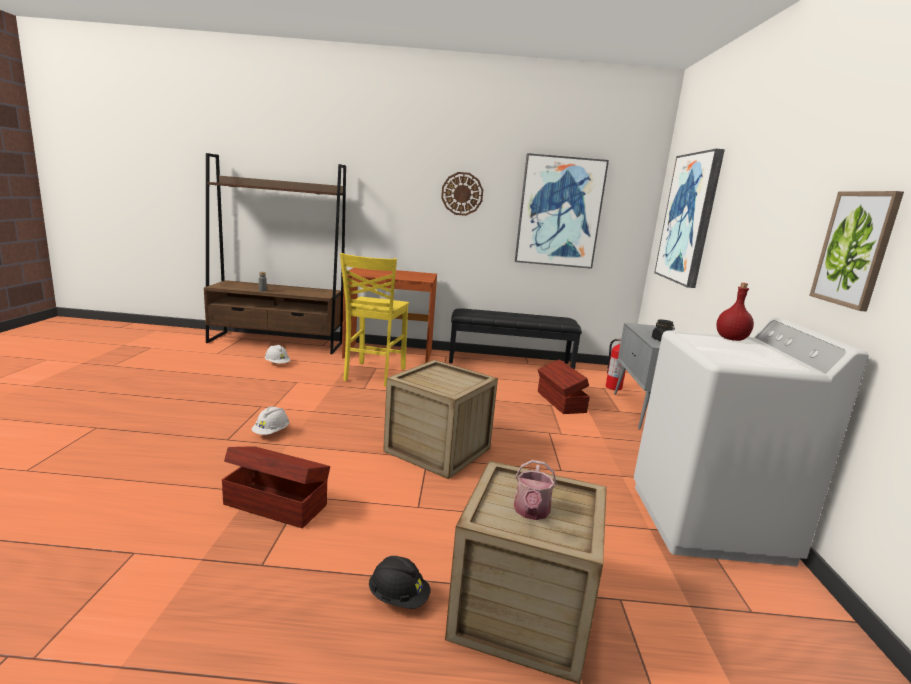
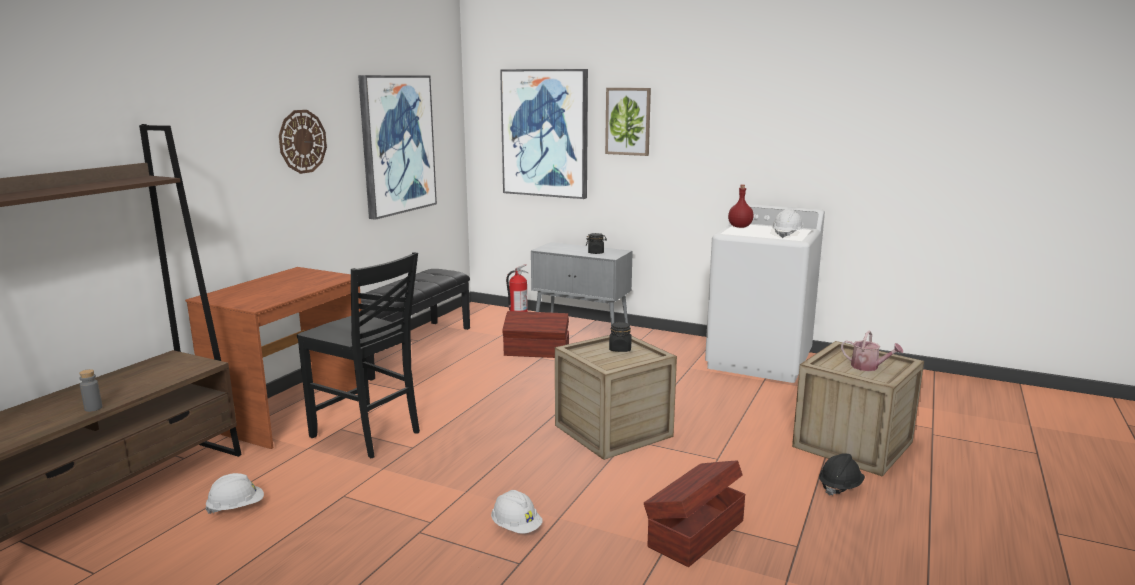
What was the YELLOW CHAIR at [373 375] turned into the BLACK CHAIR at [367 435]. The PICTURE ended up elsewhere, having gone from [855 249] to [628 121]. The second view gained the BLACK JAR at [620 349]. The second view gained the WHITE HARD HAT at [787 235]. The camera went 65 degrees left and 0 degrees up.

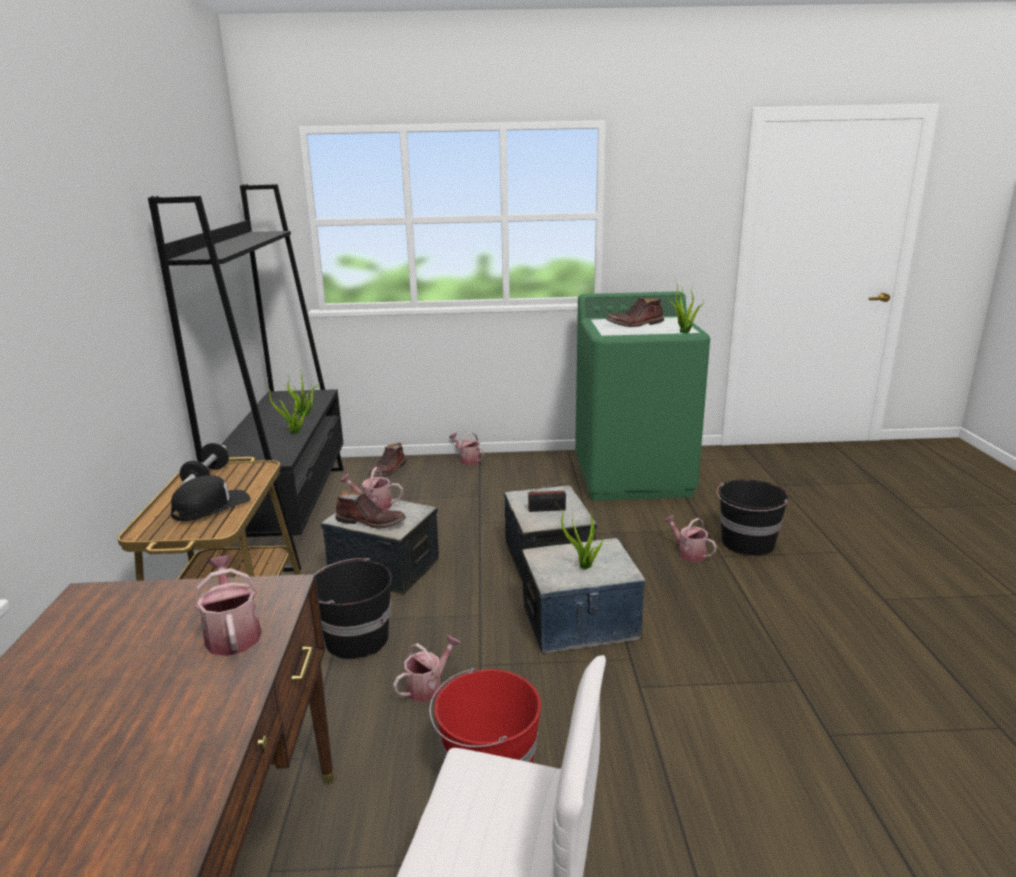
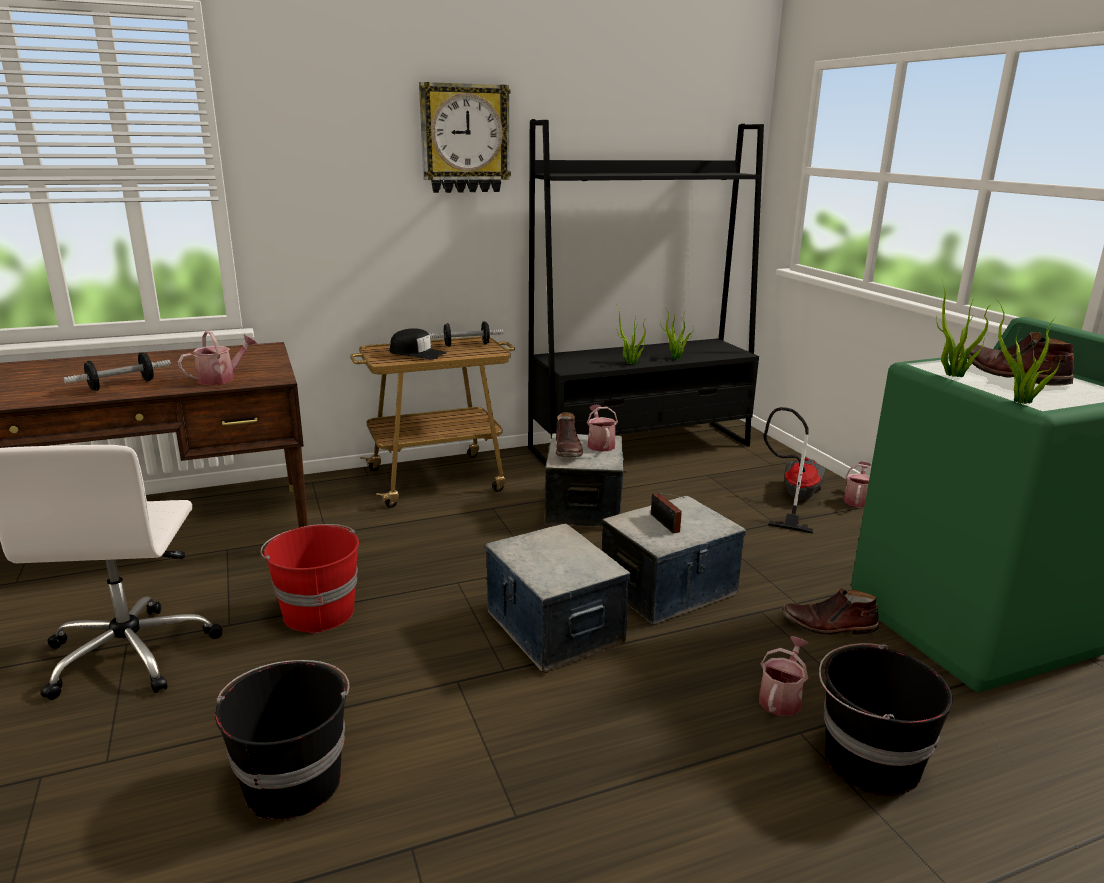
The second view gained the DUMBBELL at [121 385]. The BLACK BUCKET ended up elsewhere, having gone from [355 639] to [293 780]. The second view gained the WALL CLOCK at [464 139]. The second view gained the VACUUM CLEANER at [794 499]. The BROWN BOOT ended up elsewhere, having gone from [388 470] to [829 626]. The POTTED PLANT ended up elsewhere, having gone from [584 567] to [951 375]. The second view lost the WATERING CAN at [428 686]. The camera went 70 degrees right and 0 degrees up.

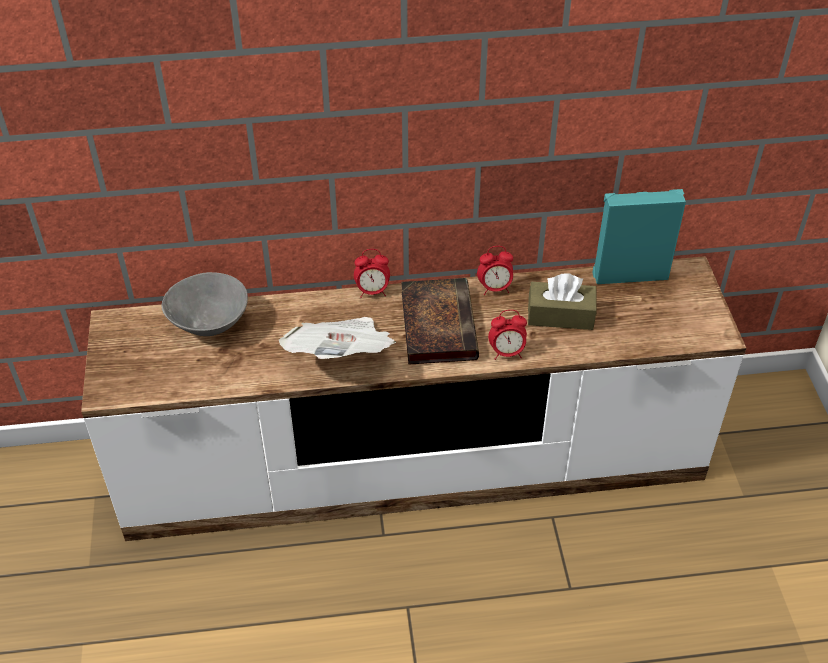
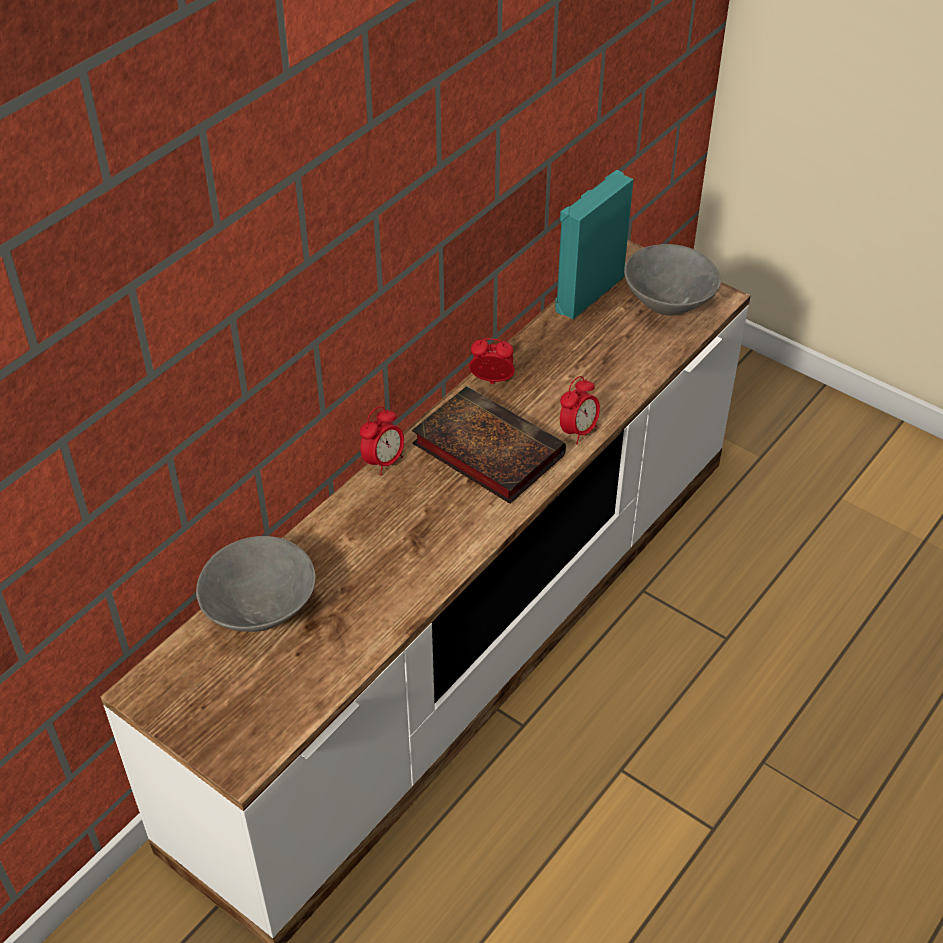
The ALARM CLOCK at [494 288] ended up facing another way, 120 degrees counterclockwise from before. The second view gained the GREY BOWL at [668 305]. The second view lost the NEWSPAPER at [341 357]. The second view lost the BROWN TISSUE BOX at [560 315]. The camera went 45 degrees left and 0 degrees up.

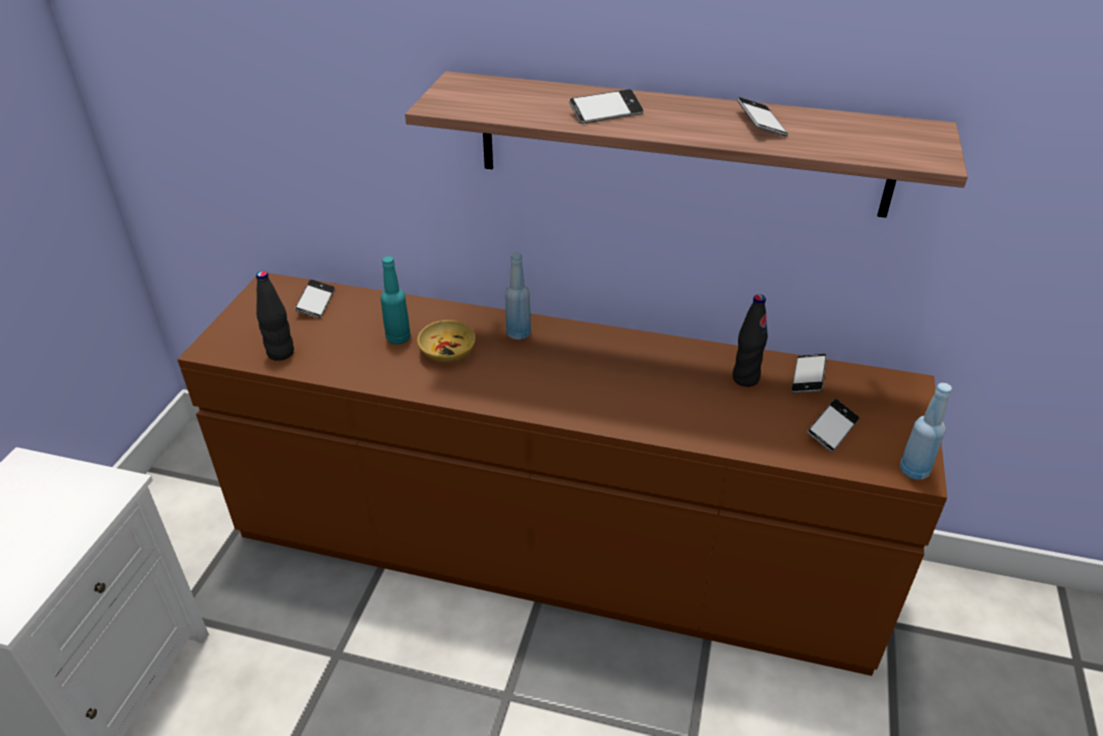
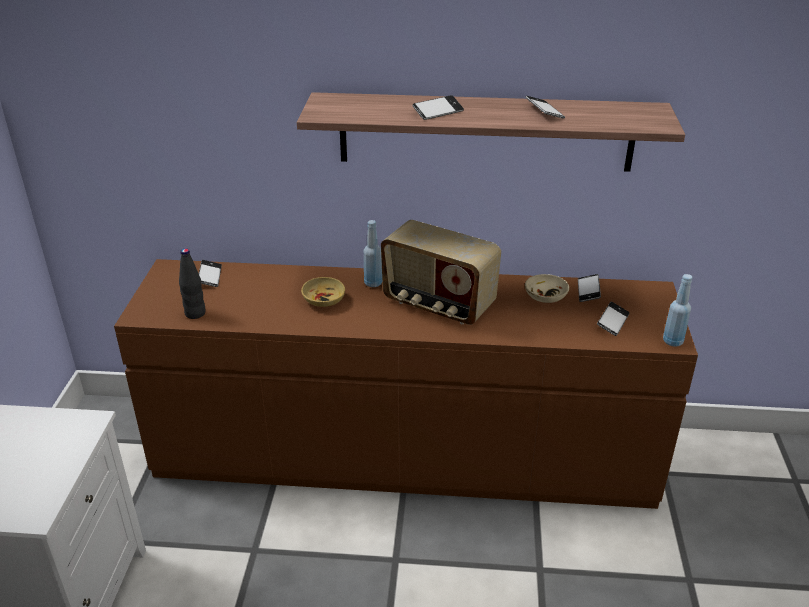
The second view gained the RADIO at [438 304]. Where the BLACK BOTTLE stood at [745 378], the BEIGE BOWL came to stand at [545 296]. The second view lost the TURQUOISE BOTTLE at [398 338]. The camera went 10 degrees left and 5 degrees down.

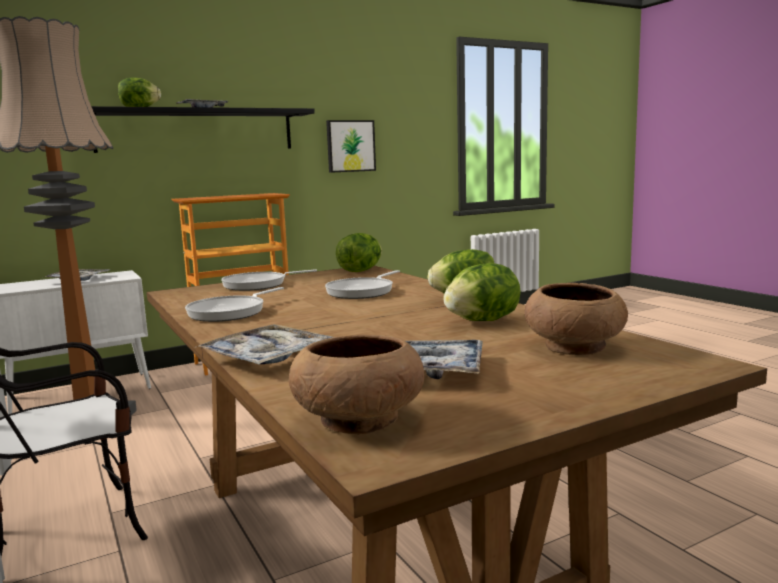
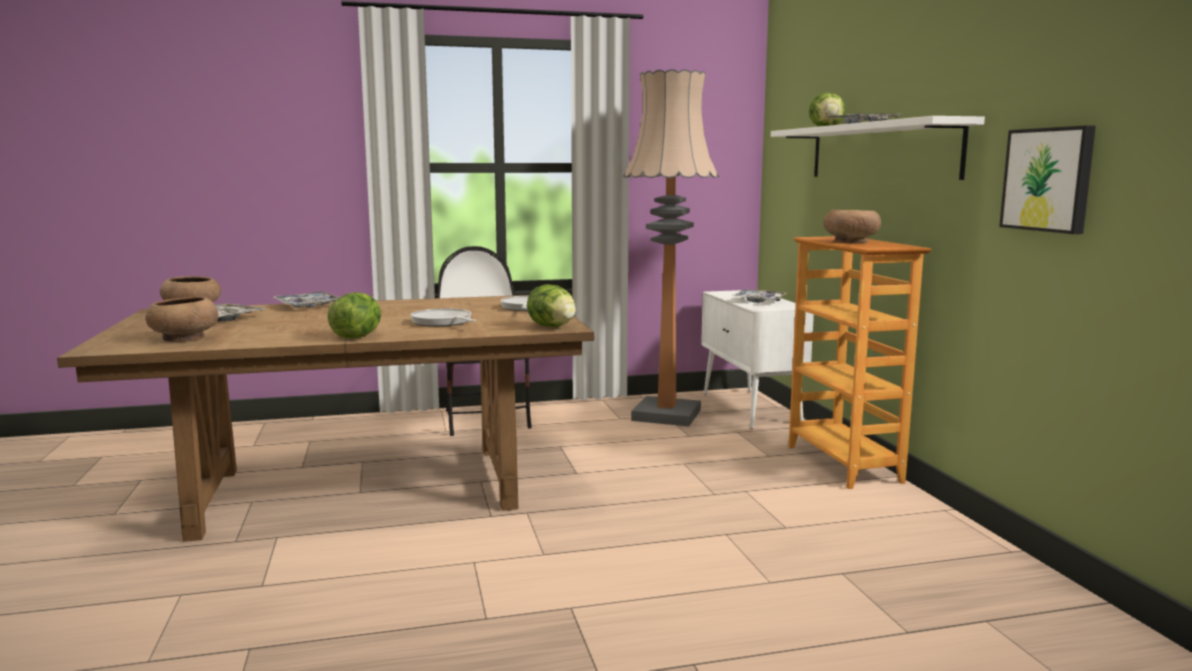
What was the BLACK SHELF at [197 130] turned into the WHITE SHELF at [880 151]. The second view gained the BROWN BOWL at [850 242]. The second view lost the FRYING PAN at [230 312]. The second view lost the LETTUCE at [482 321]. The camera went 105 degrees right and 0 degrees up.

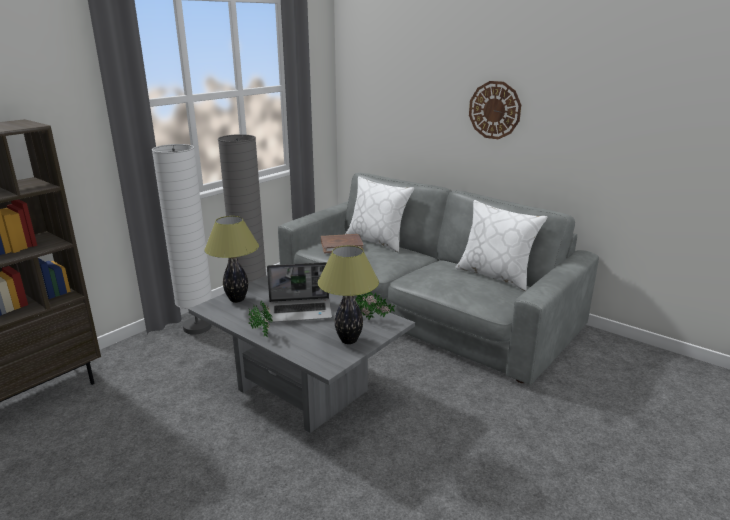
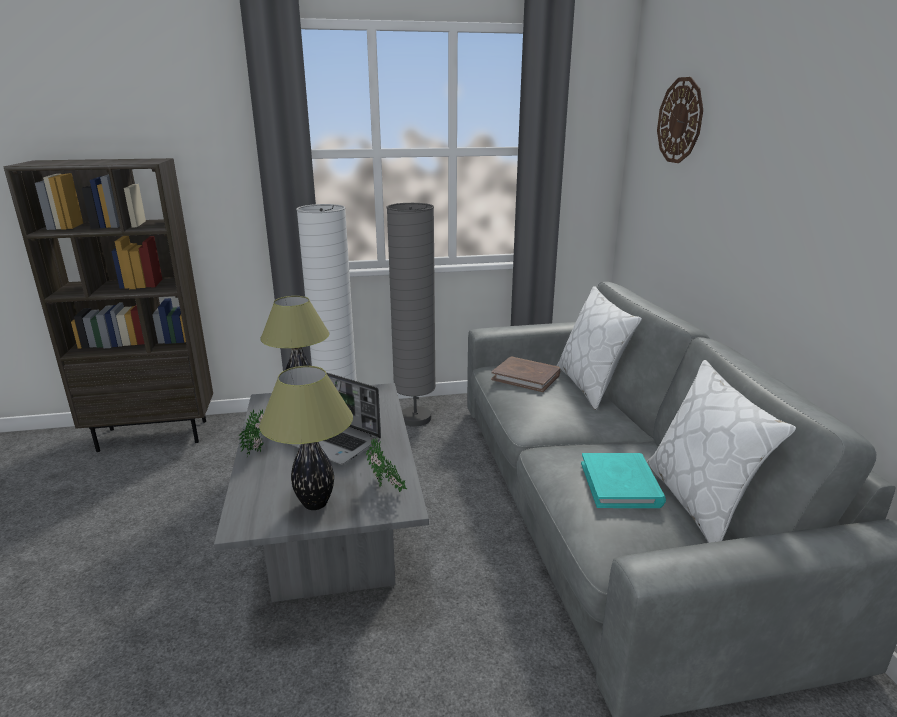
The second view gained the TURQUOISE BOOK at [621 484]. The WALL CLOCK ended up elsewhere, having gone from [494 110] to [680 120]. The camera went 40 degrees right and 0 degrees up.

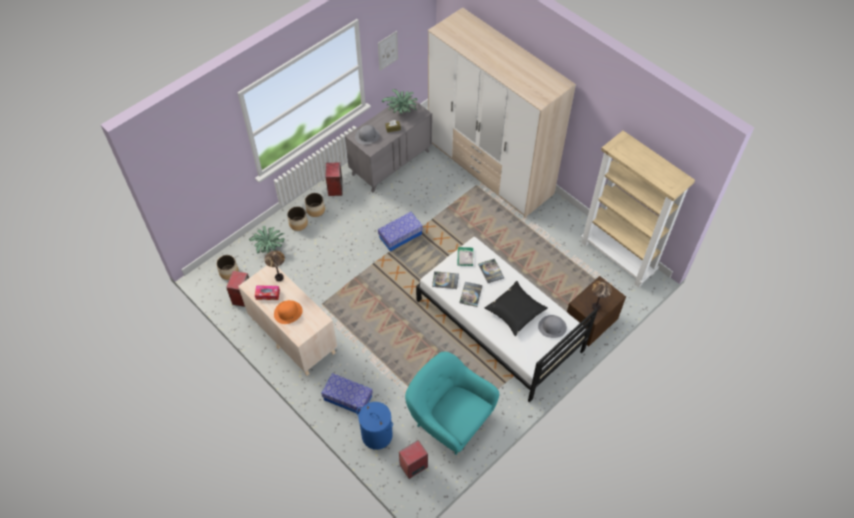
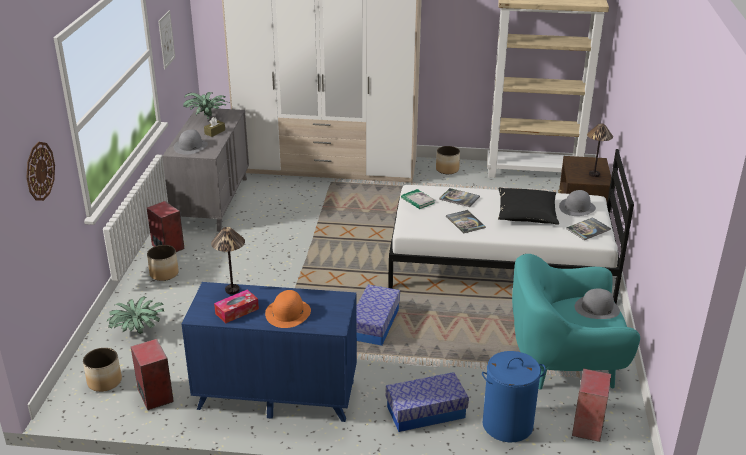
The second view gained the WALL CLOCK at [39 171]. What was the BEIGE DRESSER at [293 335] turned into the BLUE DRESSER at [276 394]. The STORAGE BOX ended up elsewhere, having gone from [400 236] to [374 324]. The PLANTER ended up elsewhere, having gone from [298 224] to [447 169]. The BOOK ended up elsewhere, having gone from [445 280] to [588 229]. The second view gained the GREY HAT at [596 308]. The camera went 40 degrees left and 25 degrees down.

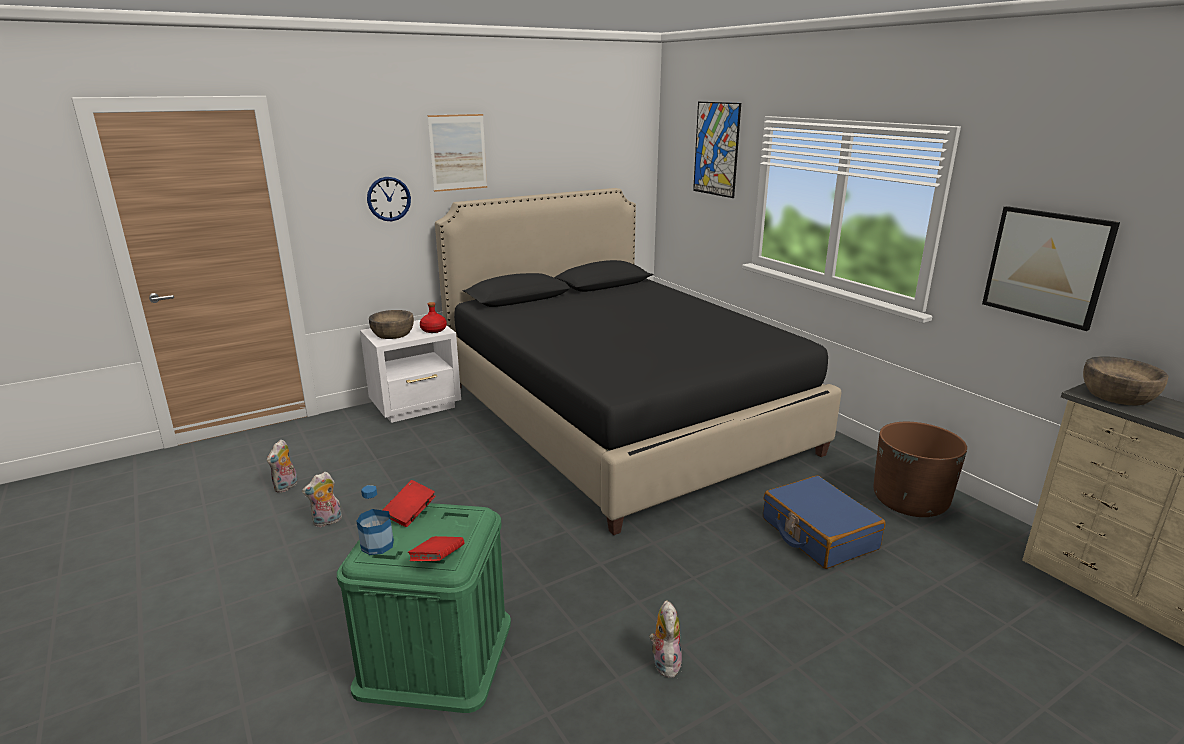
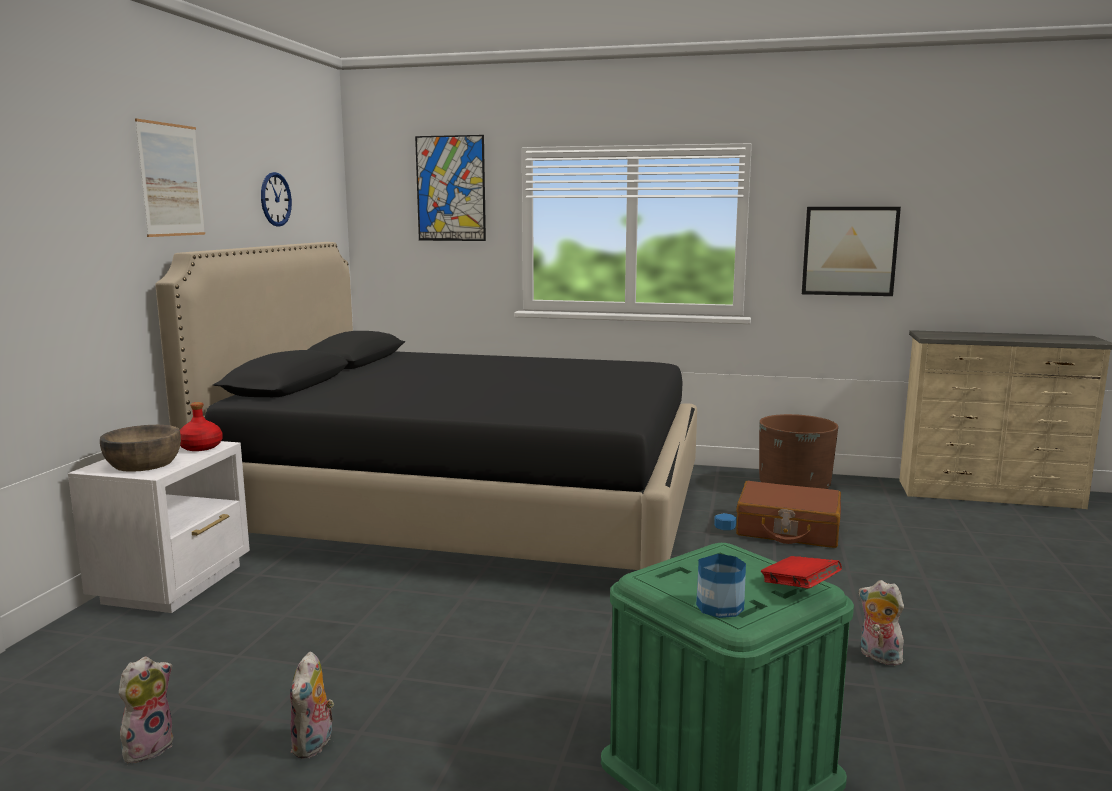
The PLUSH TOY at [286 487] ended up facing another way, 120 degrees counterclockwise from before. The WALL CLOCK ended up elsewhere, having gone from [389 199] to [275 199]. What was the BLUE SUITCASE at [818 534] turned into the BROWN SUITCASE at [787 529]. The second view lost the RED BOOK at [410 513]. The second view lost the BROWN BOWL at [1117 395]. The camera went 45 degrees left and 10 degrees down.

